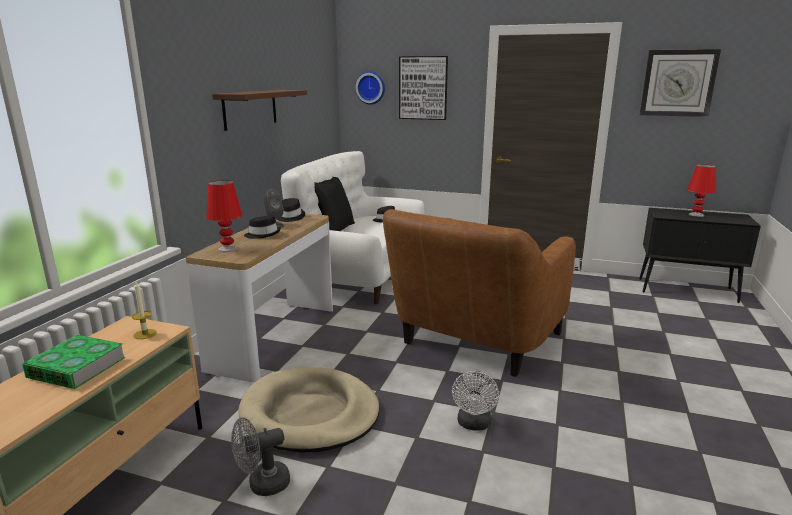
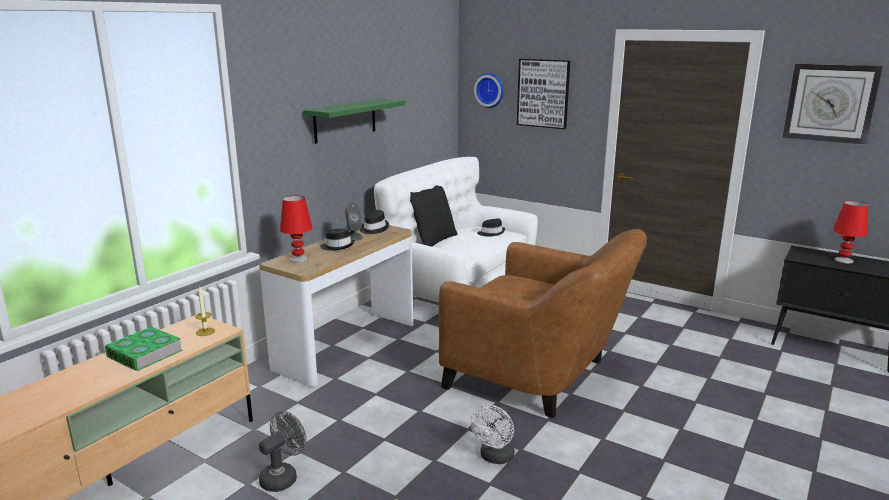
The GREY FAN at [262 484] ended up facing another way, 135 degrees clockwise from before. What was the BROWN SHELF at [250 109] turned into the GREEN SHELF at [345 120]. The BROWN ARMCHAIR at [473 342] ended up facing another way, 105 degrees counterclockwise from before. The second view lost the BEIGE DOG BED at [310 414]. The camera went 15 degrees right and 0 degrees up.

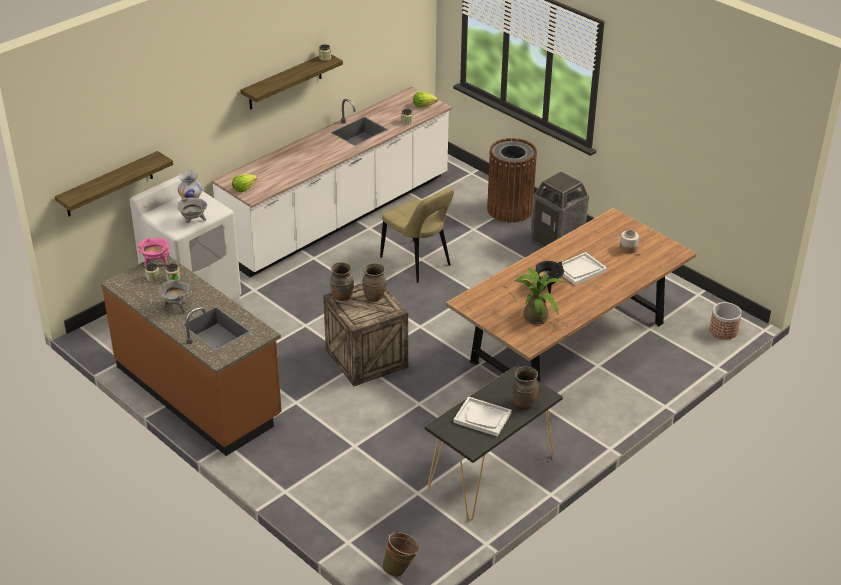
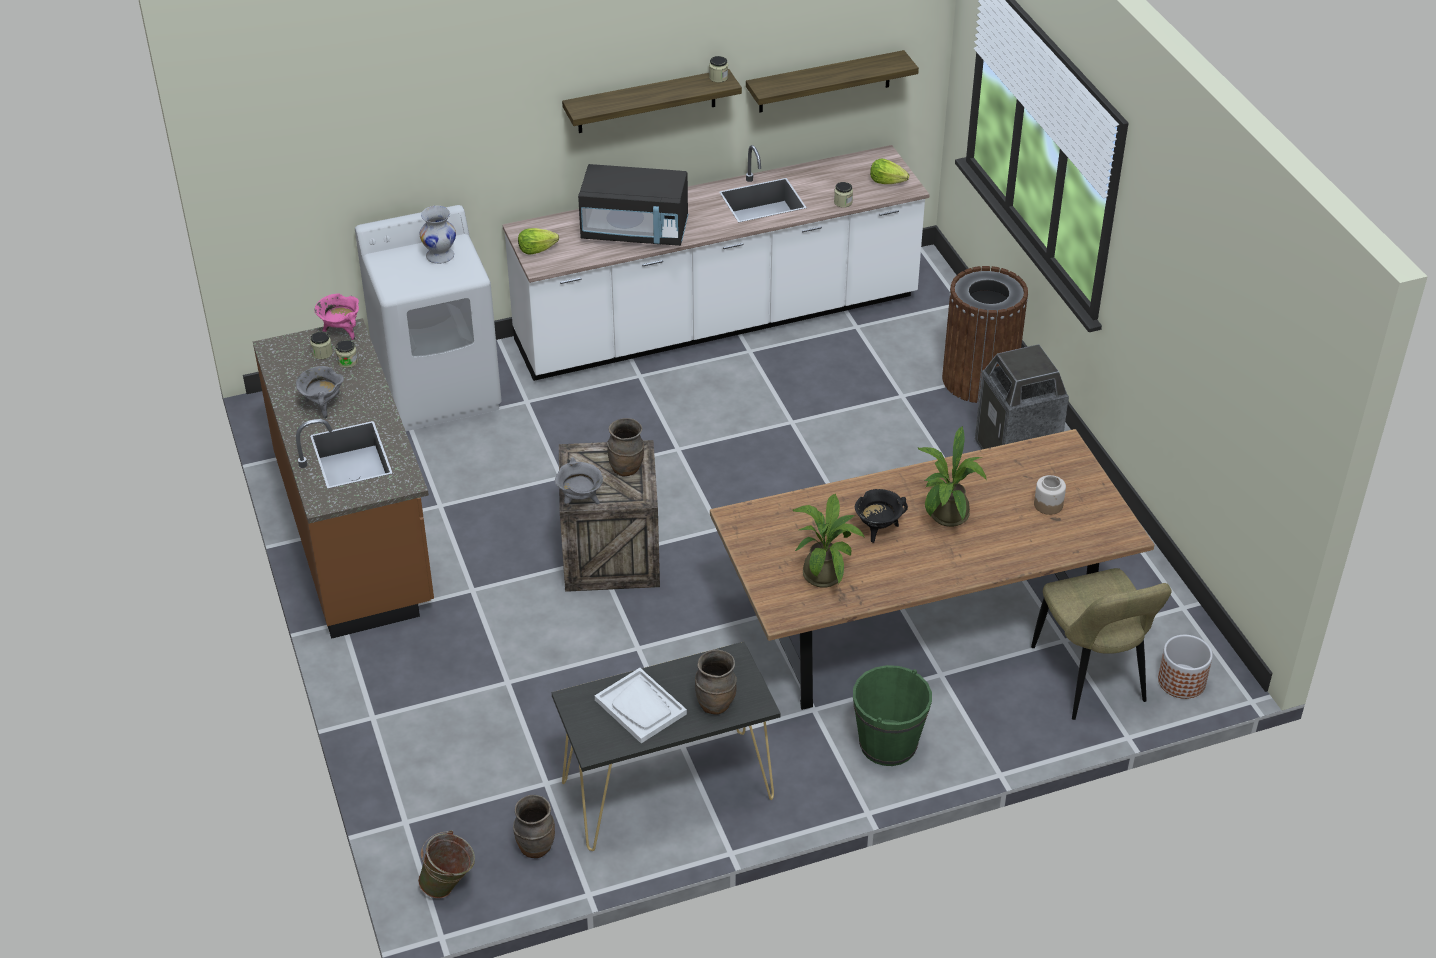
The BROWN VASE ended up elsewhere, having gone from [342 296] to [535 847]. The GREY COOKING POT ended up elsewhere, having gone from [193 221] to [580 500]. The second view gained the BLACK MICROWAVE at [635 231]. The SHELF ended up elsewhere, having gone from [109 184] to [825 82]. The second view gained the GREEN BUCKET at [888 744]. Where the WHITE TRAY stood at [580 270], the POTTED PLANT came to stand at [946 518]. The BEIGE CHAIR ended up elsewhere, having gone from [417 263] to [1091 679]. The camera went 25 degrees right and 5 degrees up.

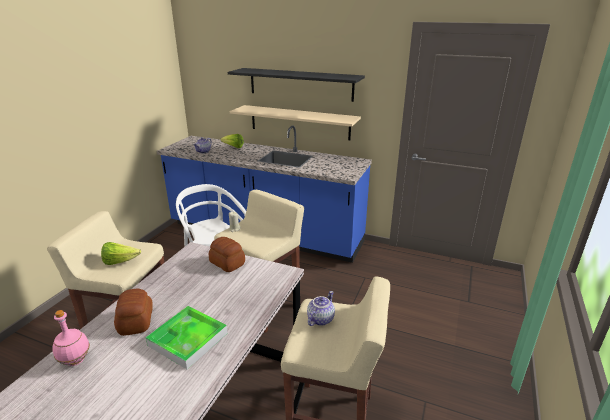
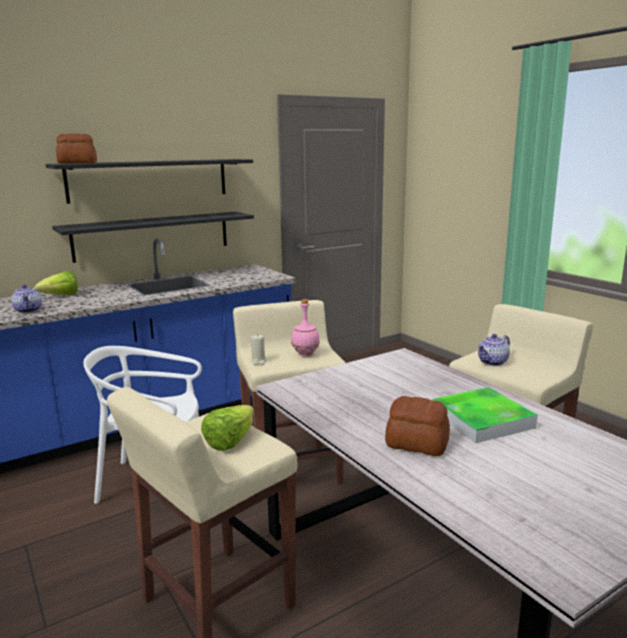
What was the BEIGE SHELF at [299 122] turned into the BLACK SHELF at [153 235]. The BREAD ended up elsewhere, having gone from [227 263] to [78 163]. The PINK BOTTLE ended up elsewhere, having gone from [75 361] to [306 355]. The TEAPOT at [320 319] ended up facing another way, 105 degrees counterclockwise from before. The camera went 55 degrees left and 10 degrees down.

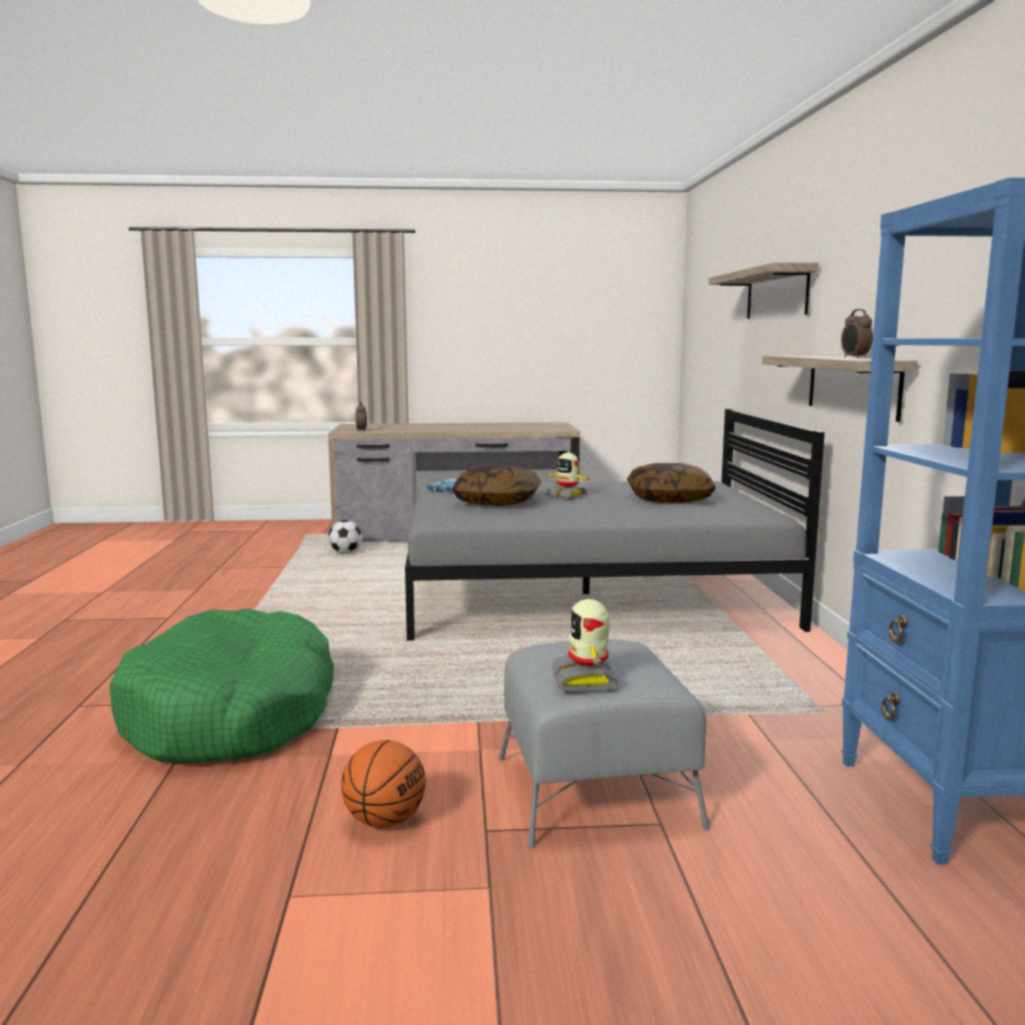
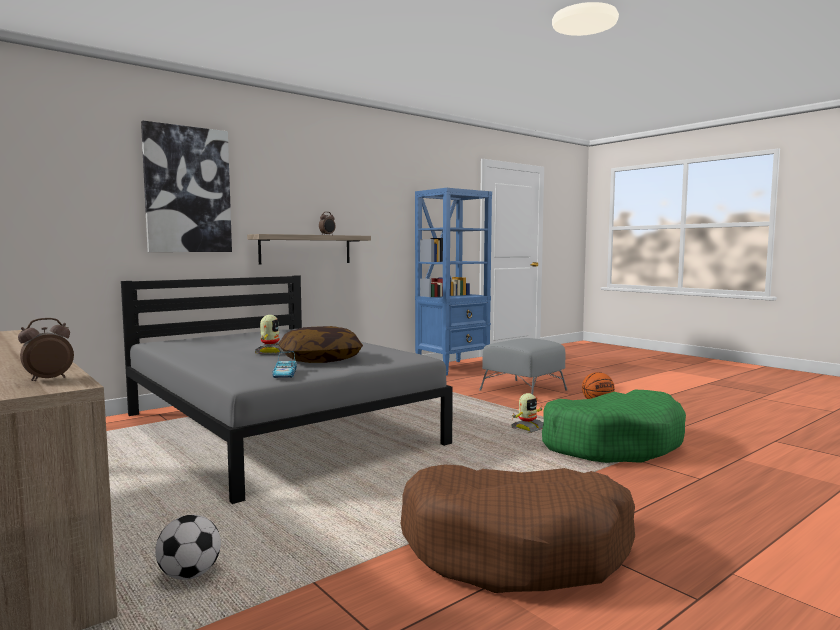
Where the SHELF hung at [776 294], the PICTURE came to hang at [187 190]. The second view gained the BROWN DOG BED at [516 548]. The TOY ROBOT ended up elsewhere, having gone from [586 680] to [527 428]. The second view lost the PILLOW at [669 500]. The camera went 125 degrees left and 5 degrees down.

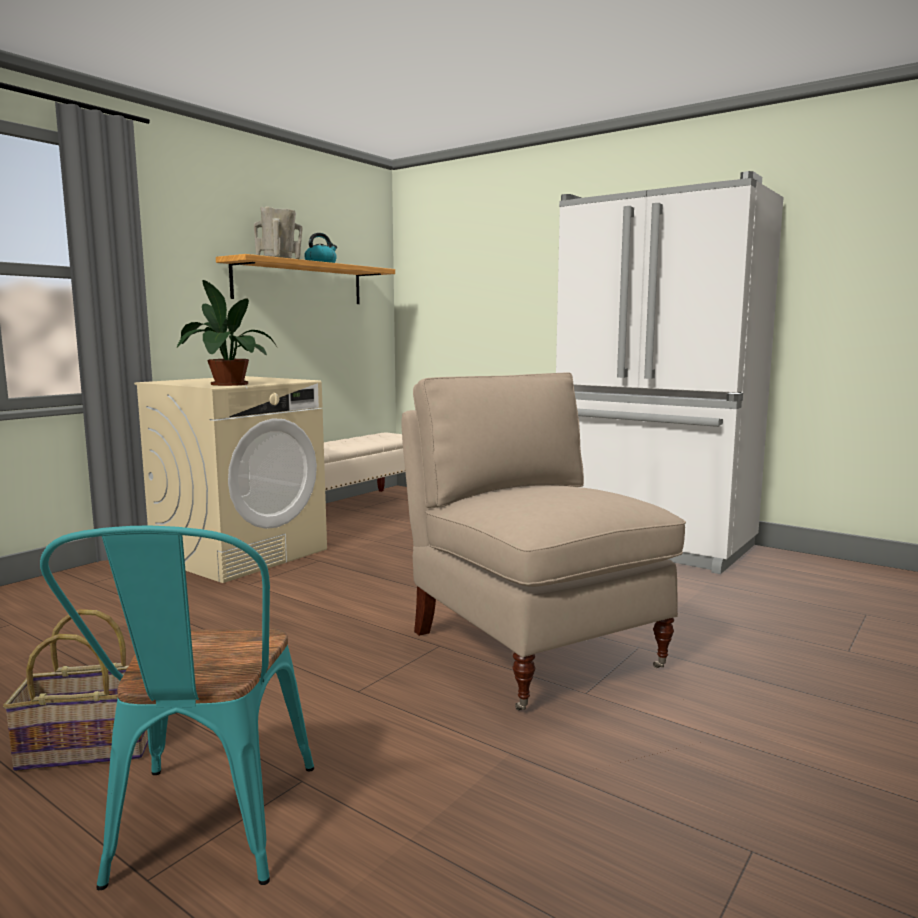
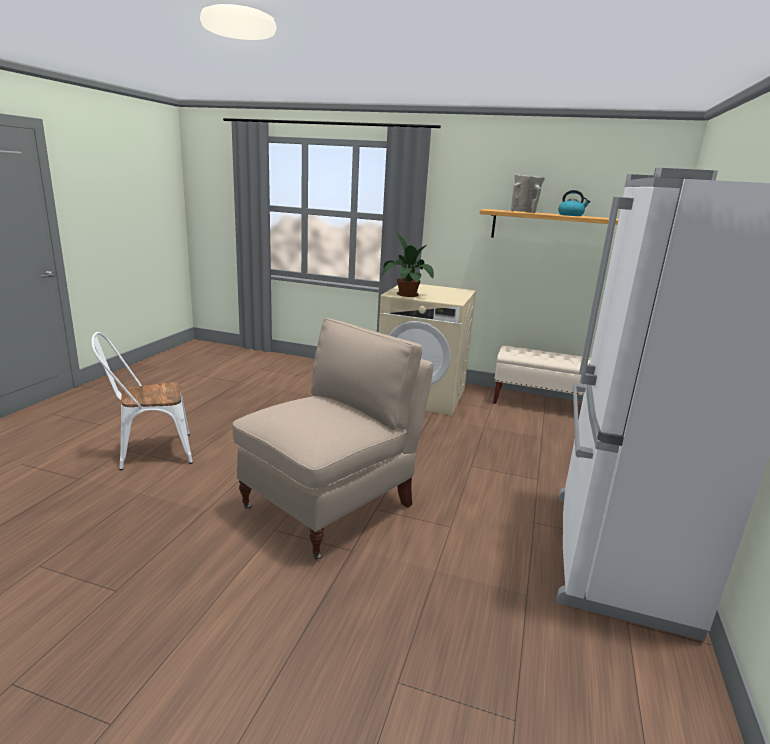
What was the TURQUOISE CHAIR at [205 834] turned into the WHITE CHAIR at [149 452]. The second view lost the BASKET at [89 746]. The camera went 70 degrees right and 10 degrees up.

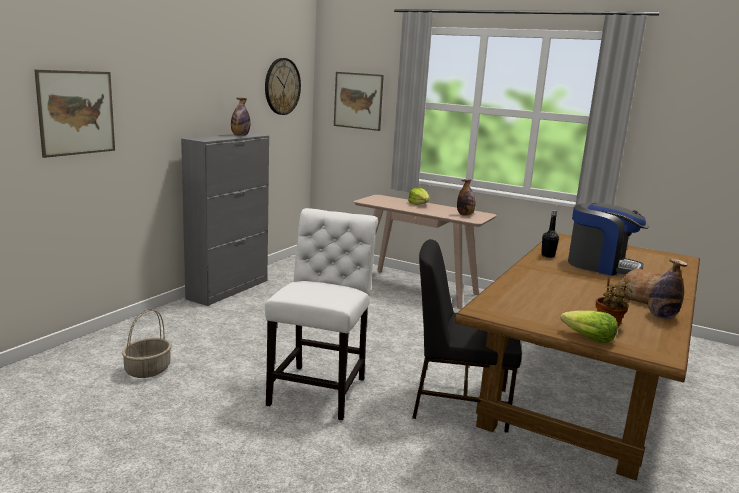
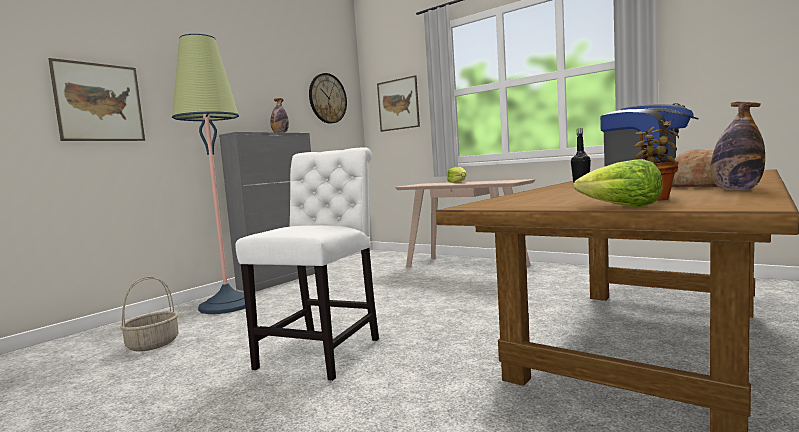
The second view gained the FLOOR LAMP at [227 305]. The second view lost the BLACK CHAIR at [458 402]. The second view lost the BOTTLE at [465 215]. The camera went 10 degrees right and 10 degrees down.

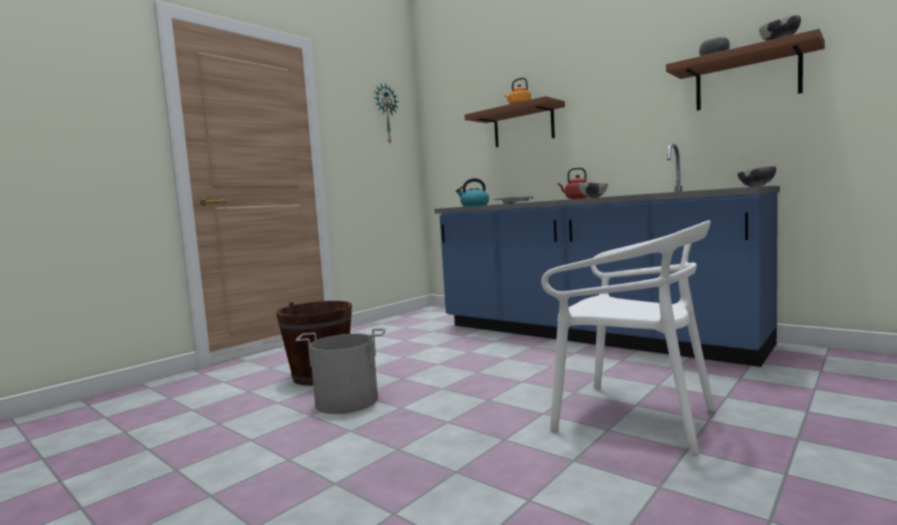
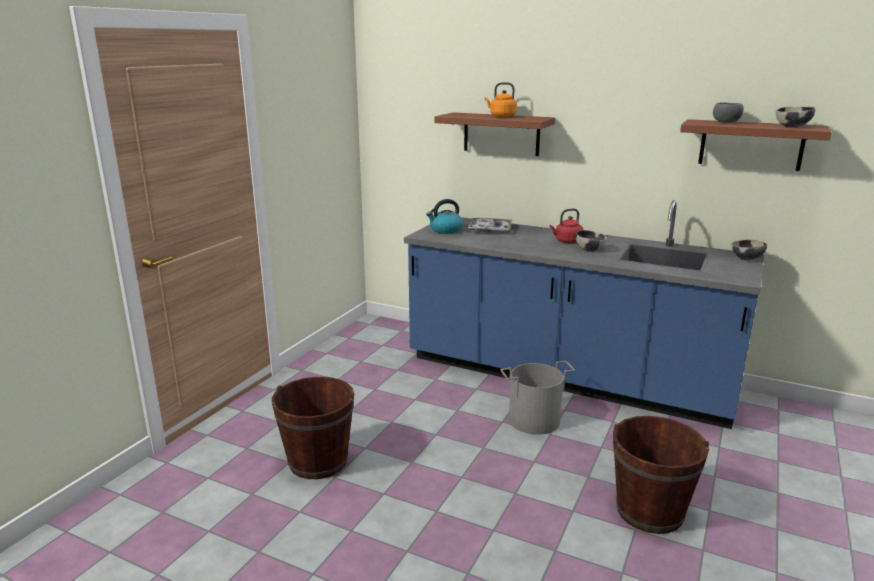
The GREY BUCKET ended up elsewhere, having gone from [346 401] to [534 420]. Where the WHITE CHAIR stood at [632 418], the BROWN BUCKET came to stand at [649 511]. The second view lost the WALL CLOCK at [385 114]. The camera went 15 degrees left and 15 degrees up.

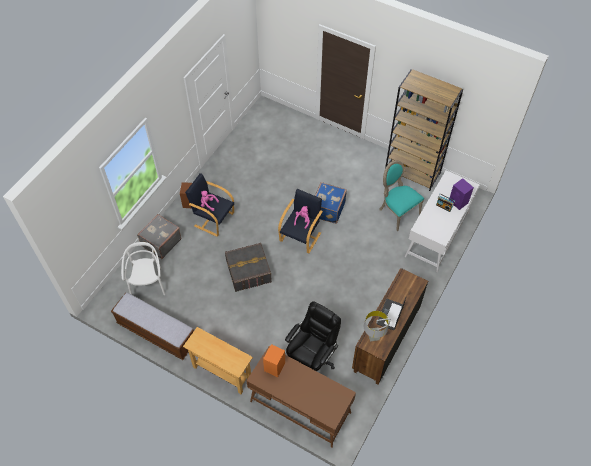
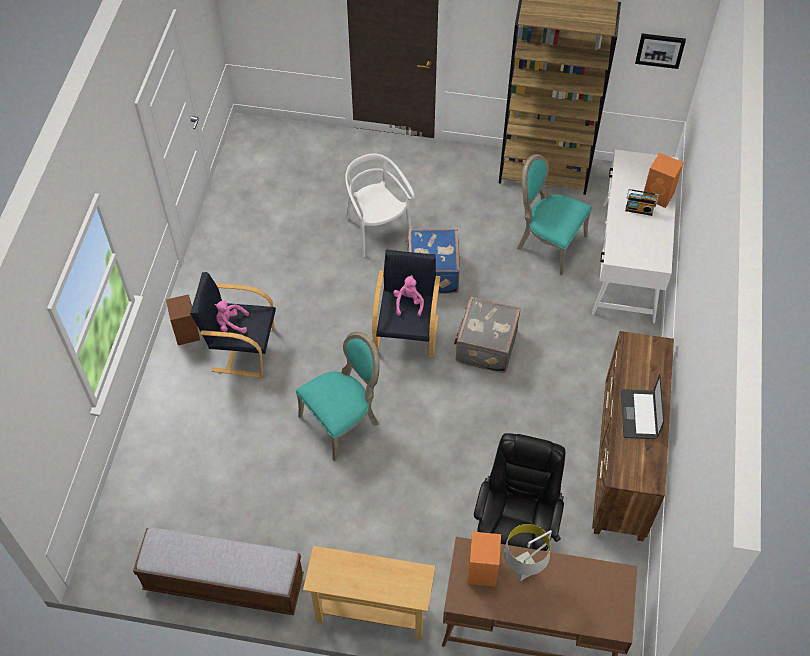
Where the GREY STORAGE BOX stood at [248 271], the TURQUOISE CHAIR came to stand at [343 421]. The WHITE CHAIR ended up elsewhere, having gone from [148 283] to [377 229]. The GREY SUITCASE ended up elsewhere, having gone from [160 242] to [485 346]. The GREY TABLE LAMP ended up elsewhere, having gone from [373 337] to [523 570]. The second view gained the PICTURE at [660 50]. What was the PURPLE SPEAKER at [458 202] turned into the ORANGE SPEAKER at [659 195]. The camera went 20 degrees left and 0 degrees up.

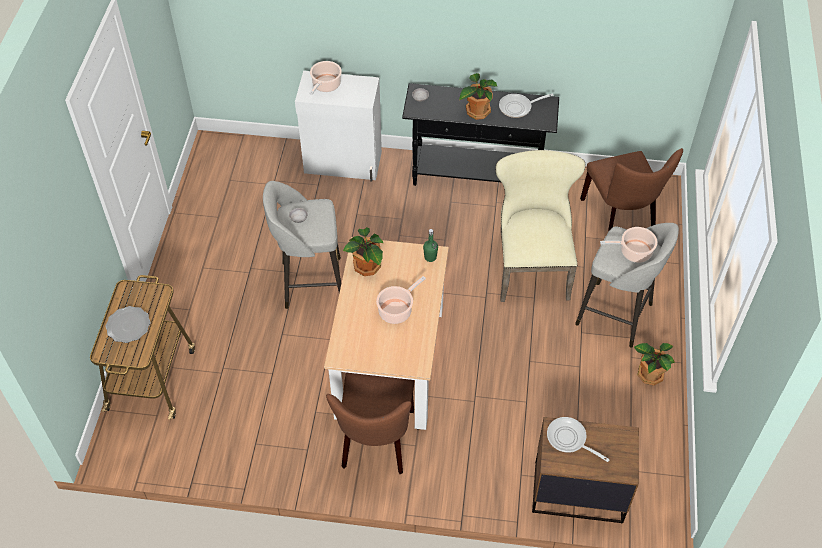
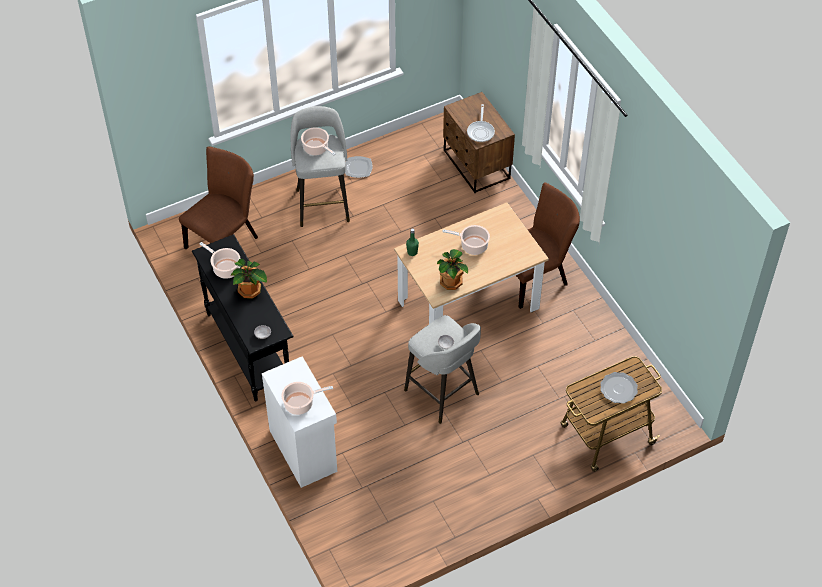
Where the FRYING PAN stood at [518 107], the COOKING POT came to stand at [225 268]. Where the POTTED PLANT stood at [649 374], the PLATE came to stand at [358 167]. The second view lost the BEIGE CHAIR at [531 266]. The camera went 125 degrees left and 0 degrees up.

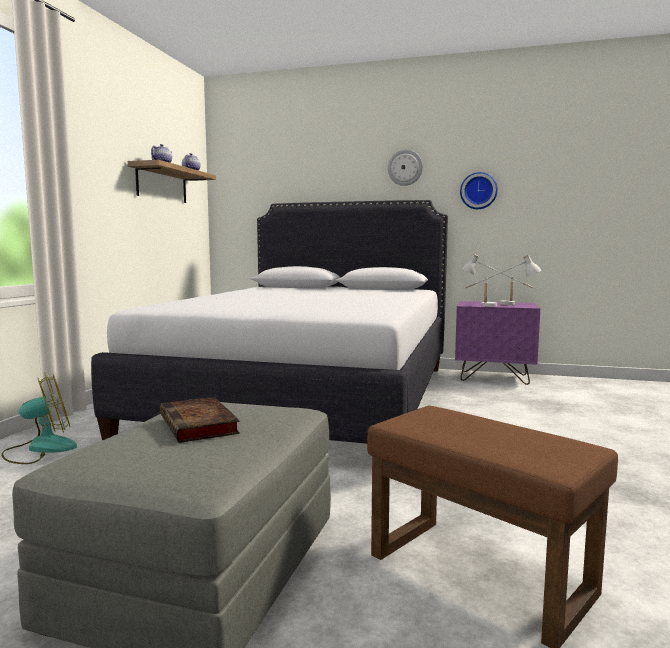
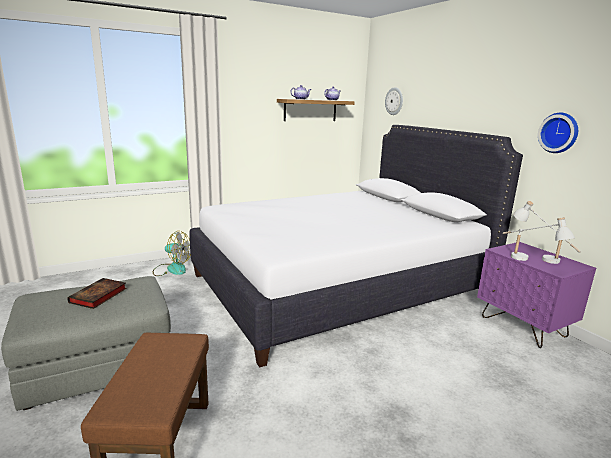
The WALL CLOCK ended up elsewhere, having gone from [405 167] to [394 101]. The camera went 45 degrees right and 10 degrees up.

